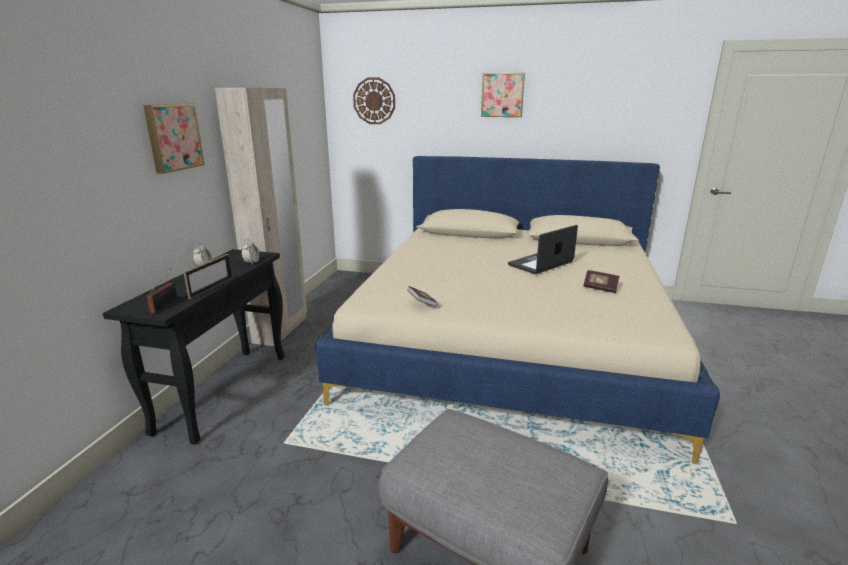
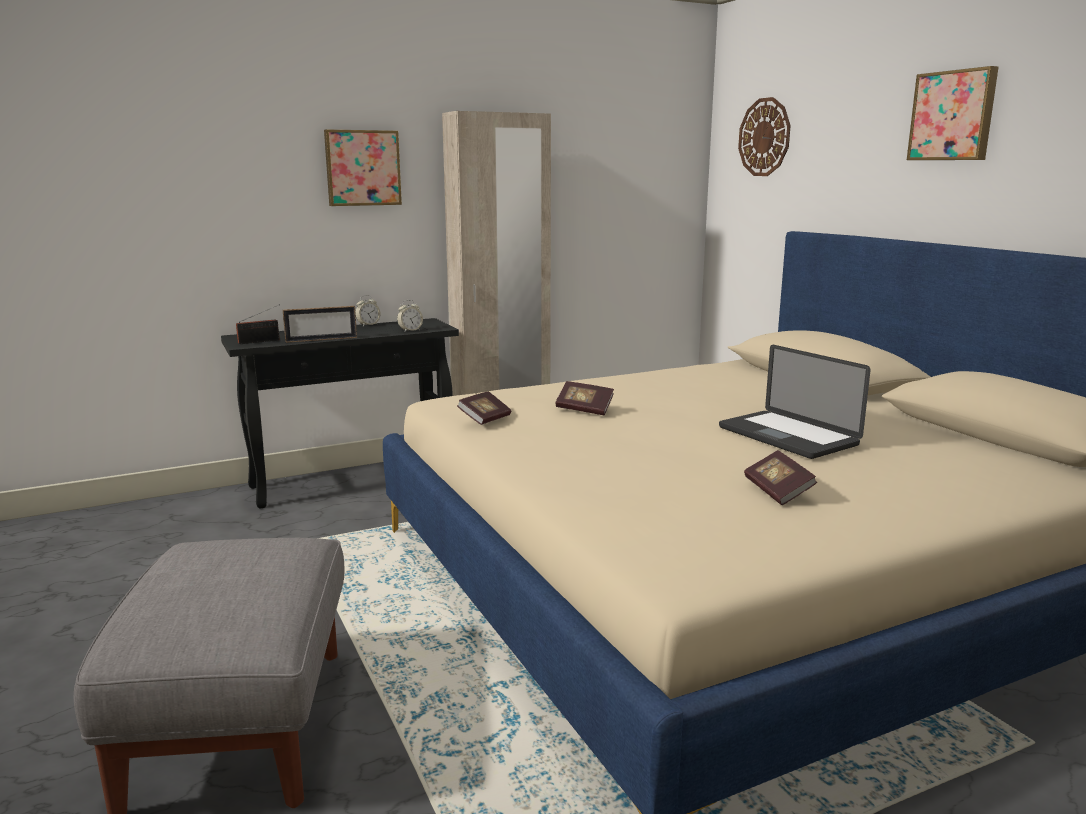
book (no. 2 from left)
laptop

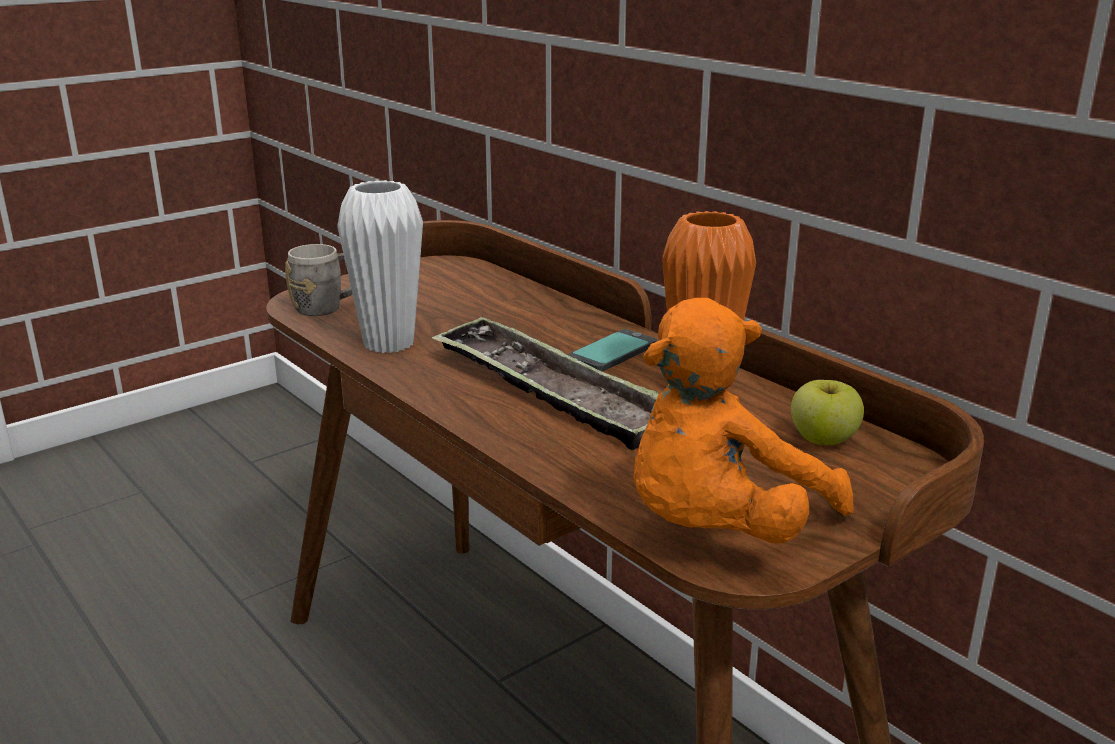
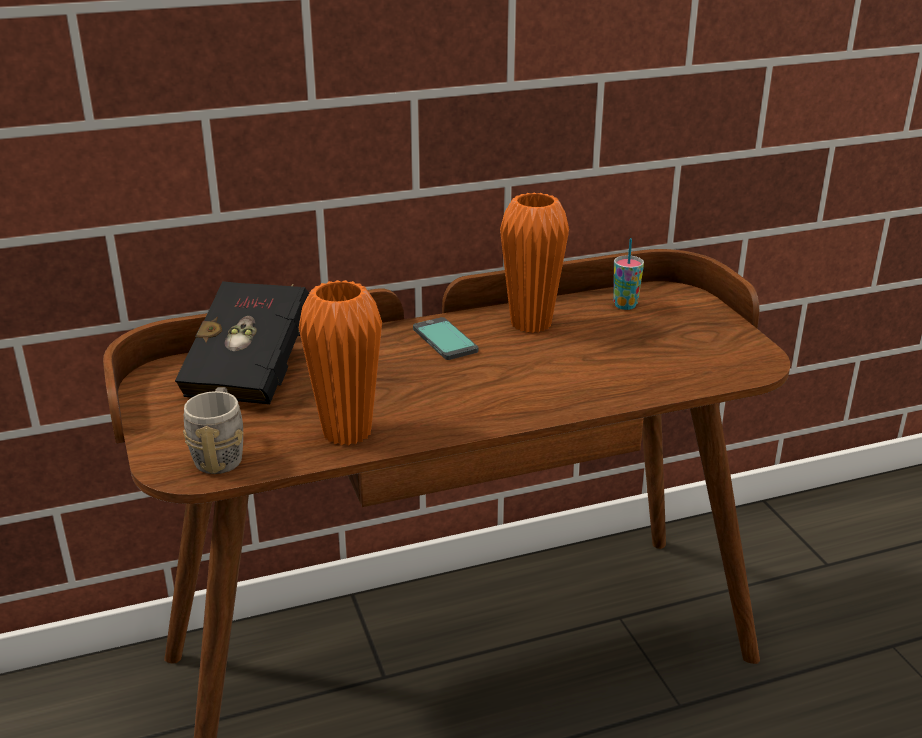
tray
orange plush toy
black book
cup
orange vase (no. 1 from left)

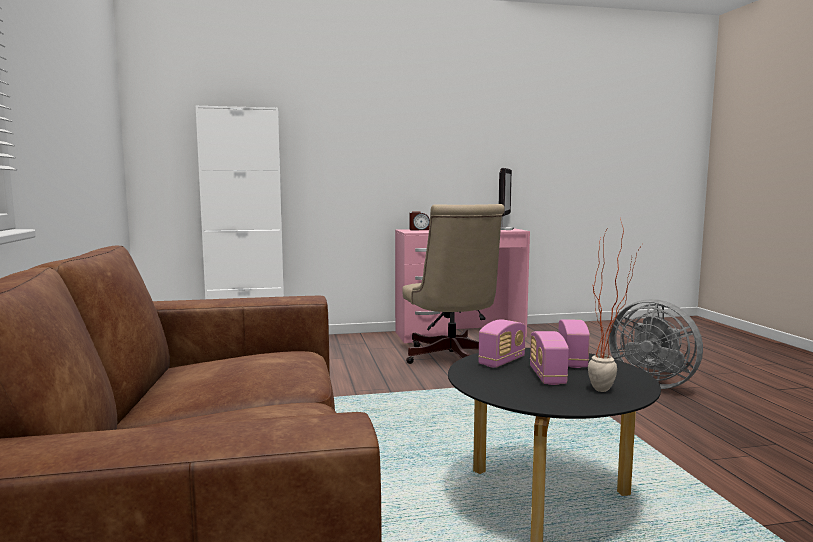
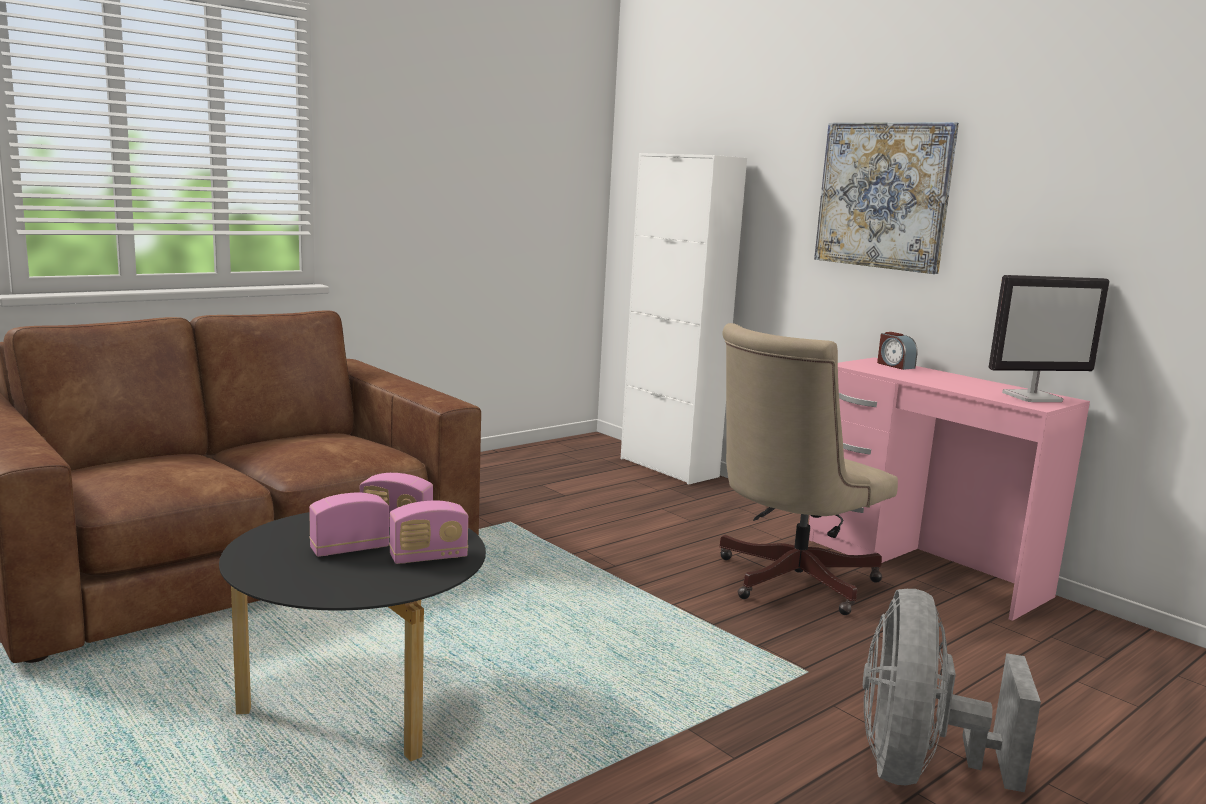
potted plant
picture

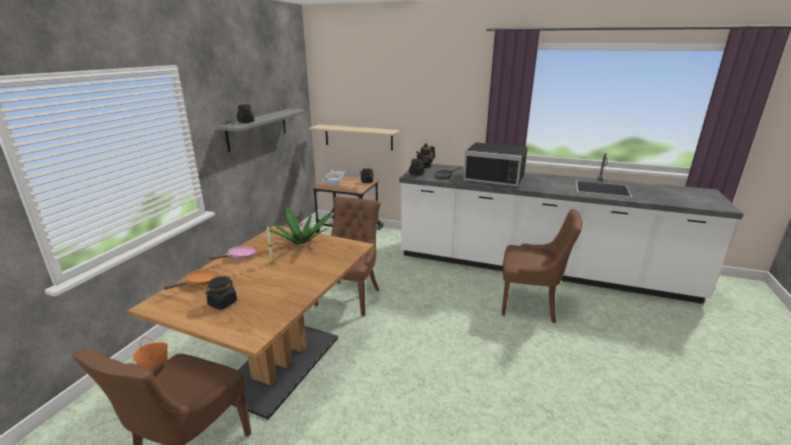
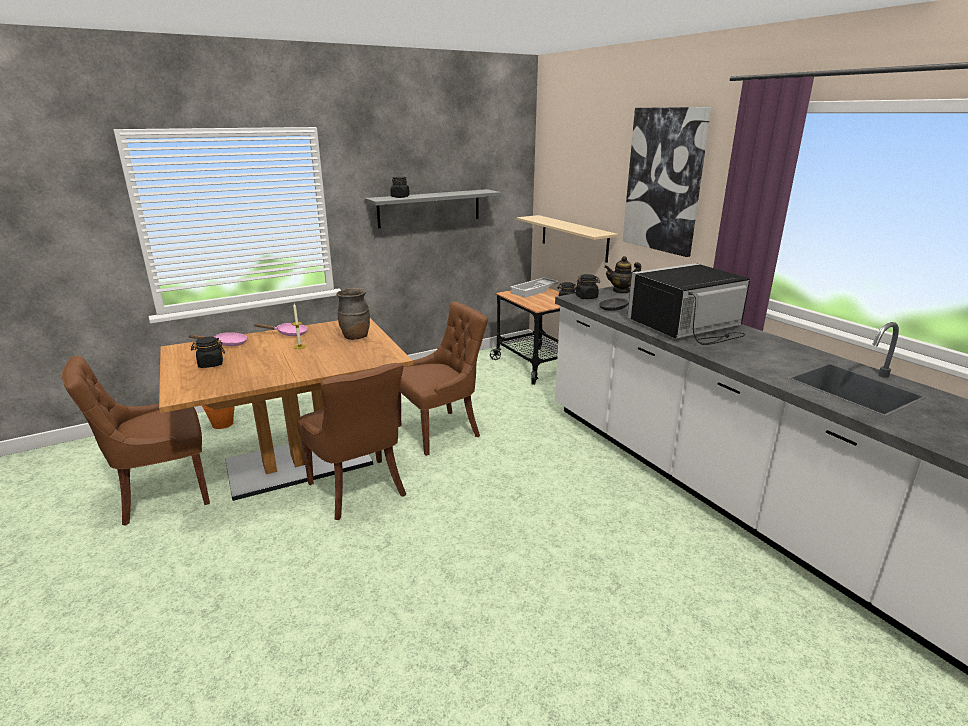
picture
brown chair (no. 2 from left)
brown vase
pink frying pan (no. 1 from left)
black microwave

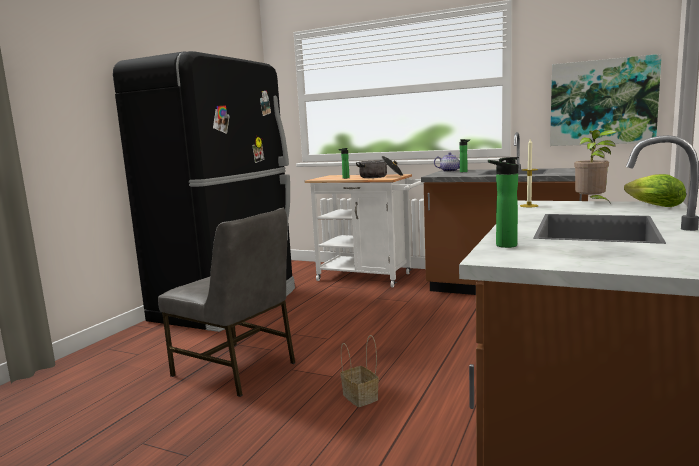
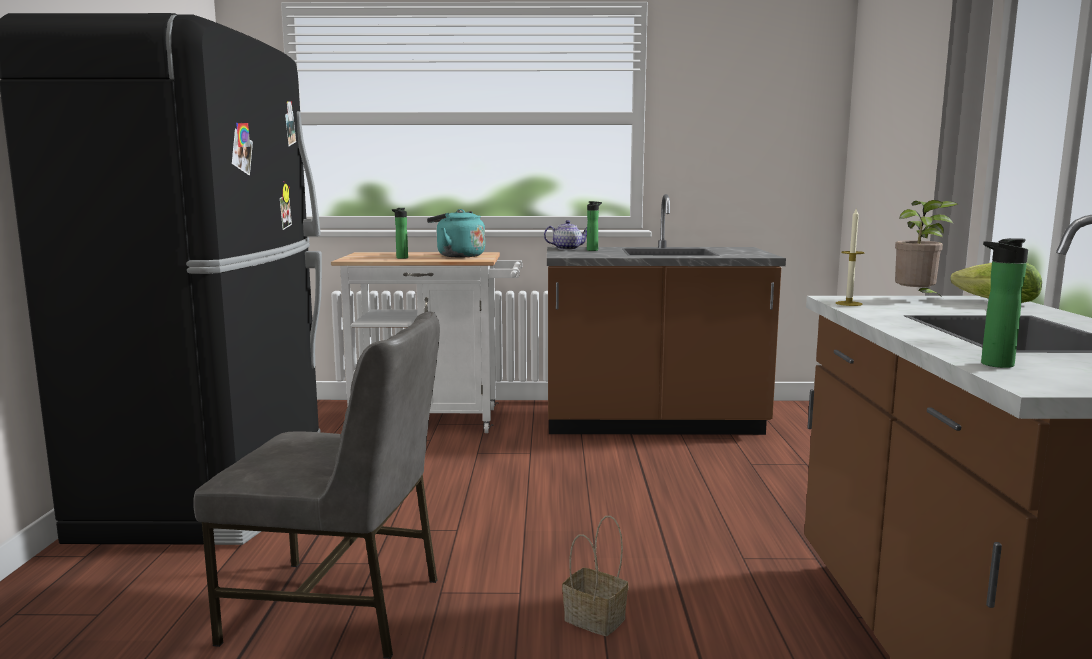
picture
turquoise kettle

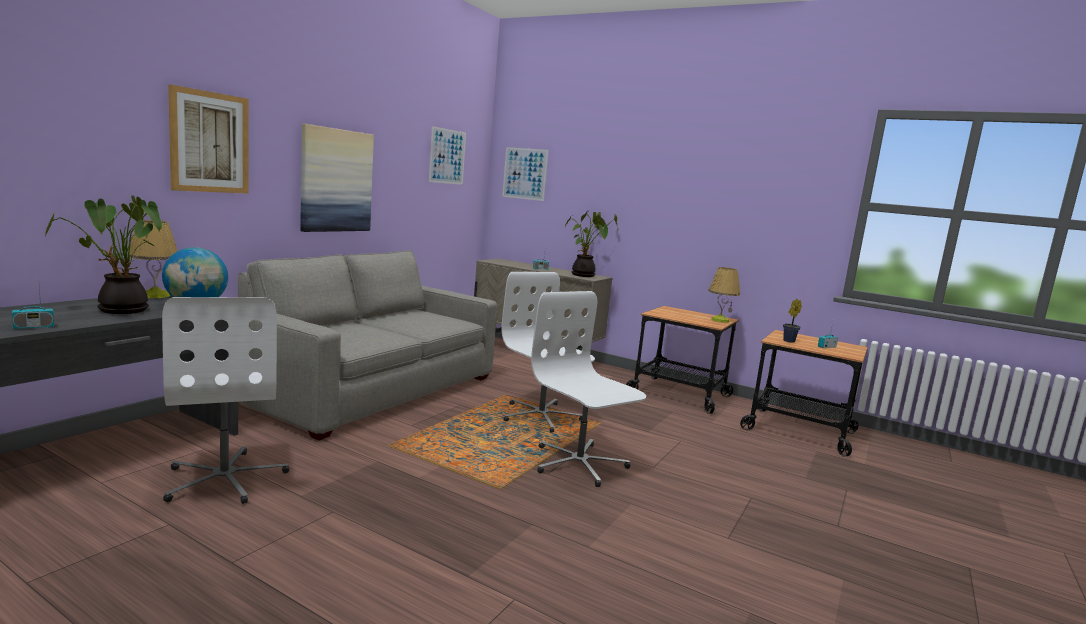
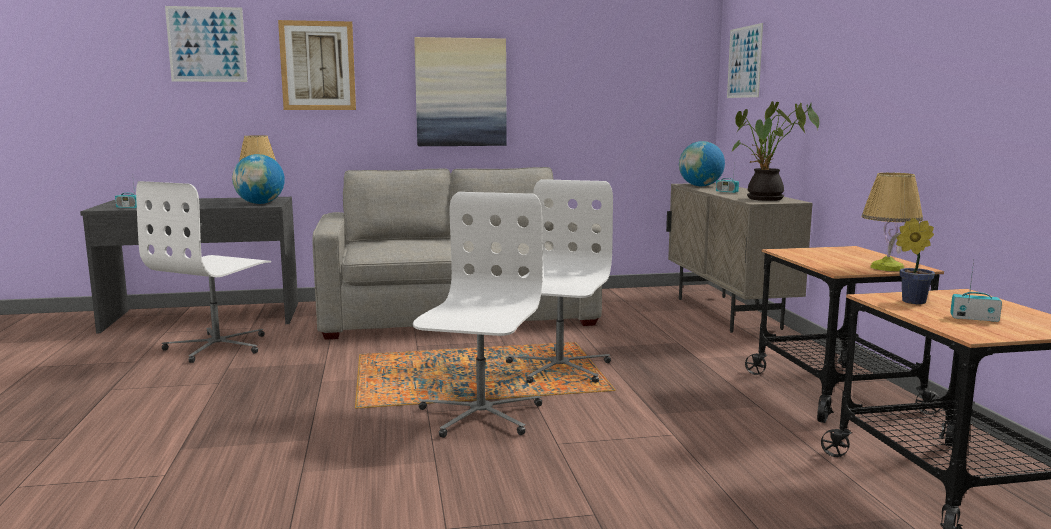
potted plant (no. 1 from left in the first image)
globe (no. 2 from left)
picture (no. 1 from left)

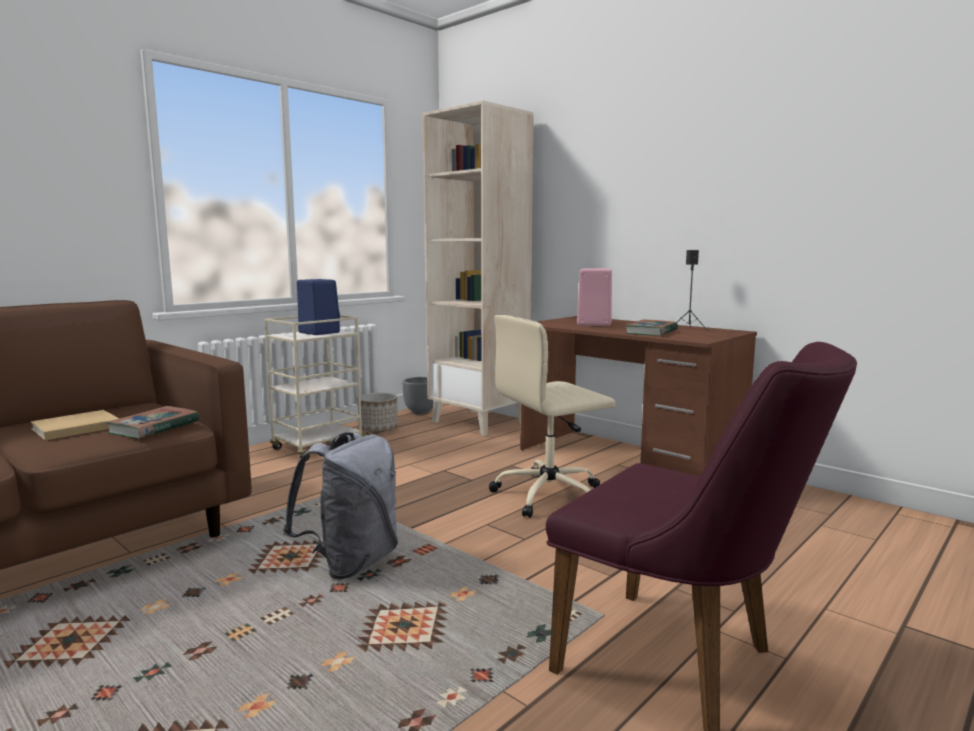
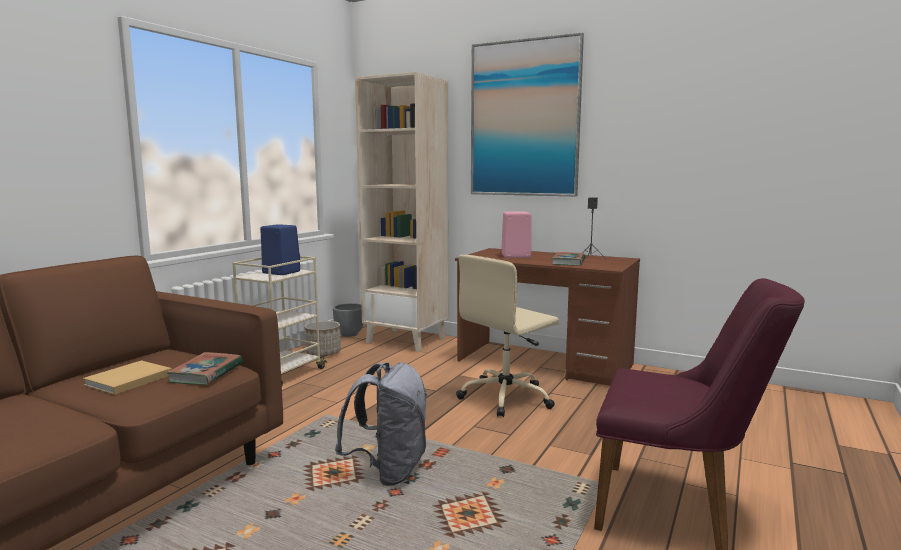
picture

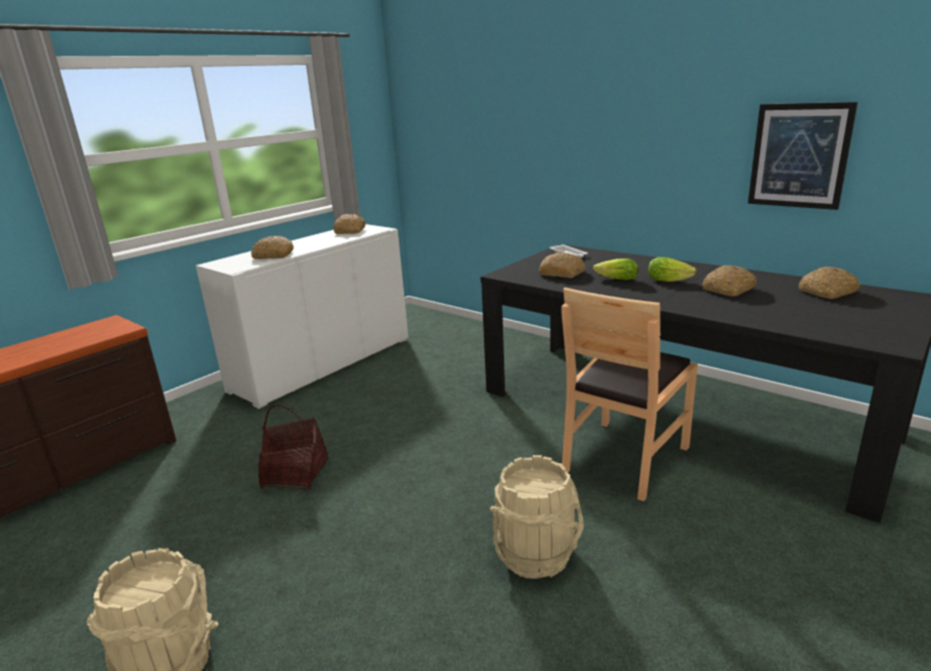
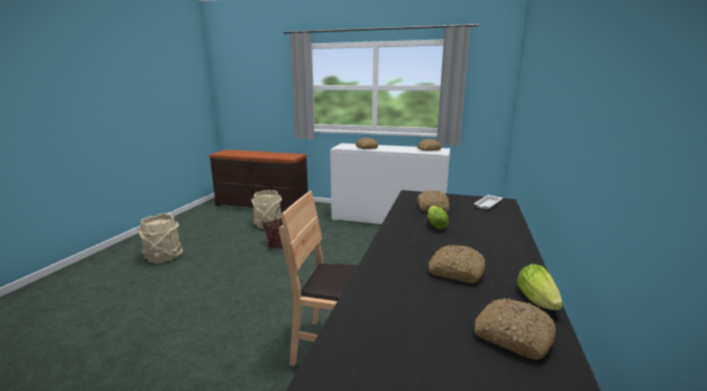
picture
beige bucket (no. 2 from left)
lettuce (no. 2 from left)

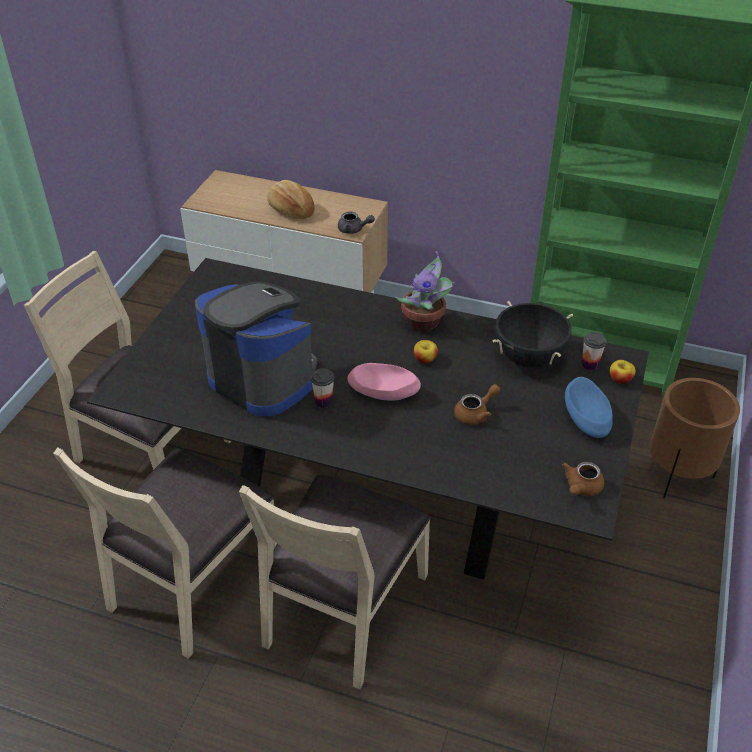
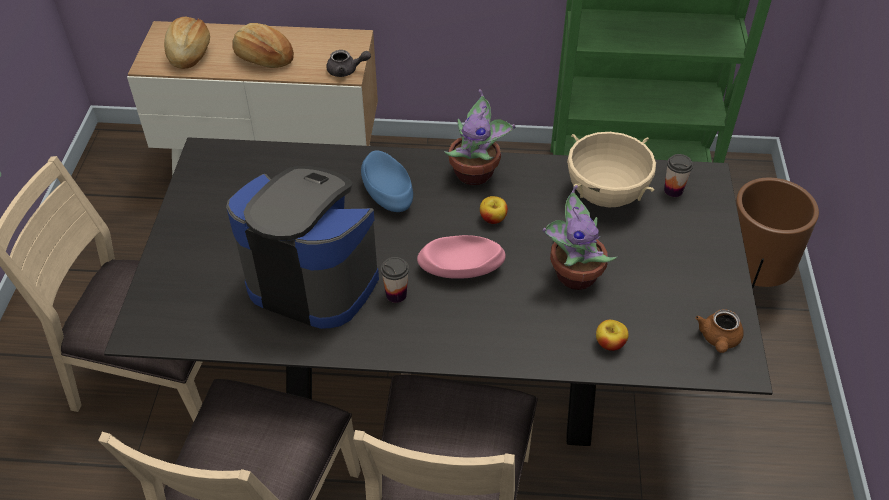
bread (no. 1 from left)
blue bowl
apple (no. 2 from left)
potted plant (no. 2 from left)
beige cooking pot

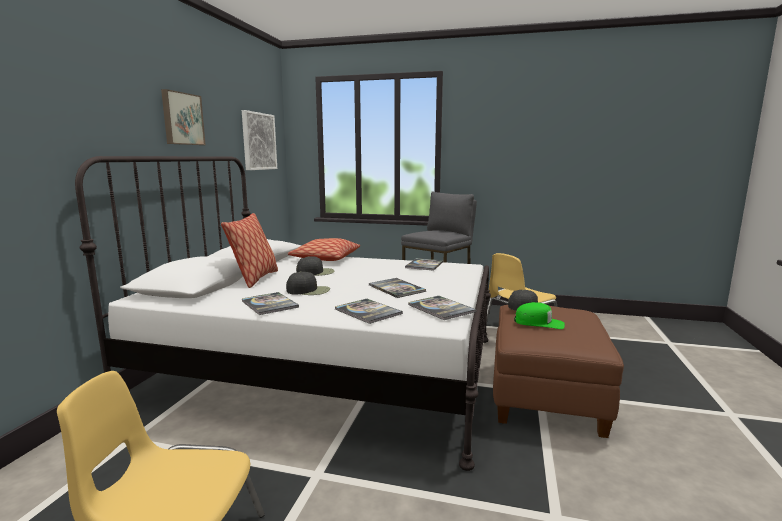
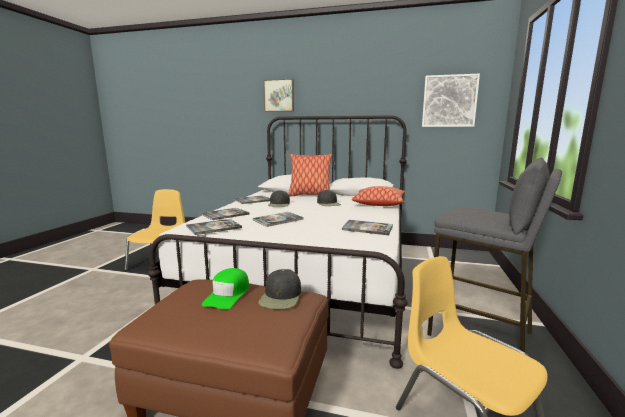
picture (no. 1 from left)

